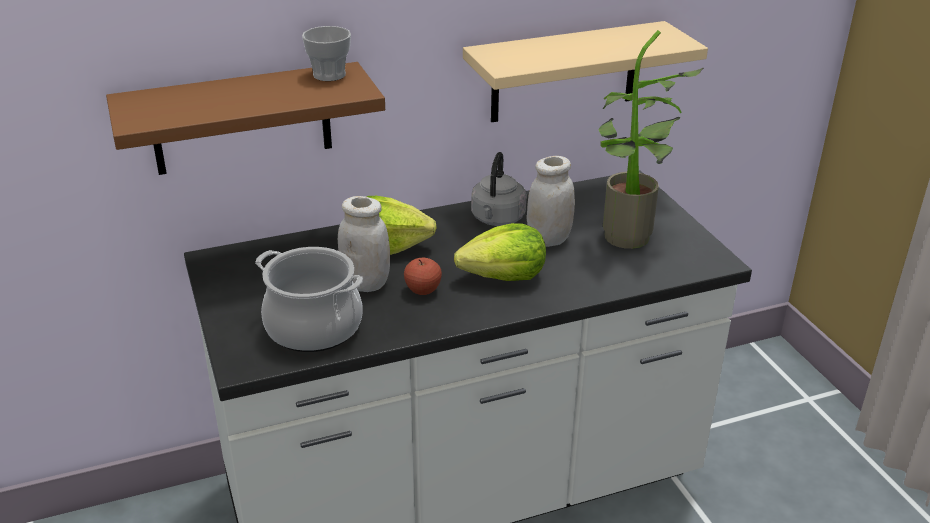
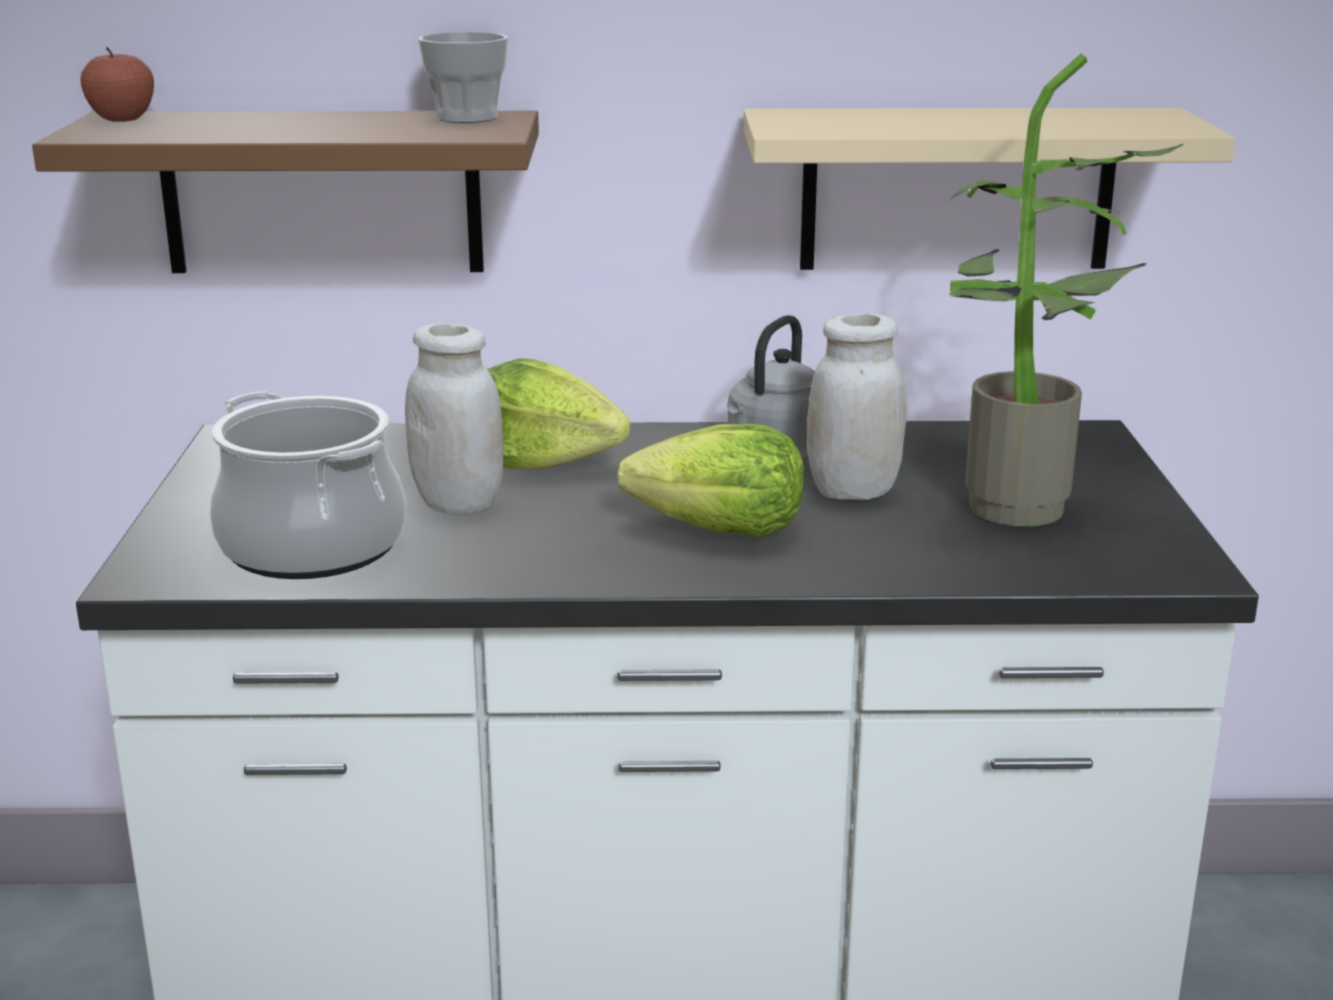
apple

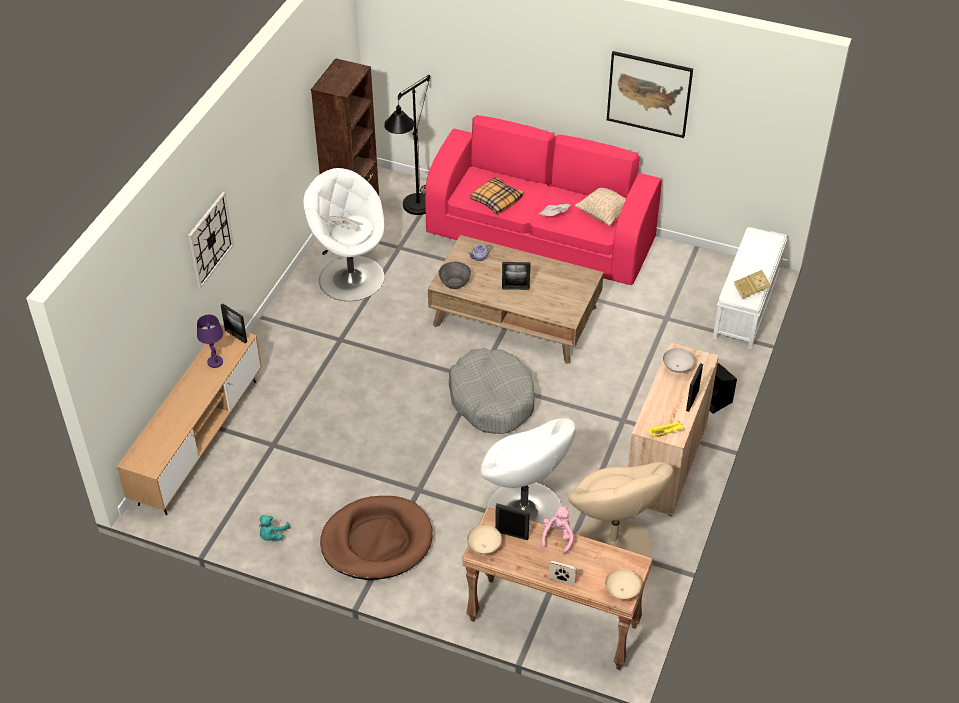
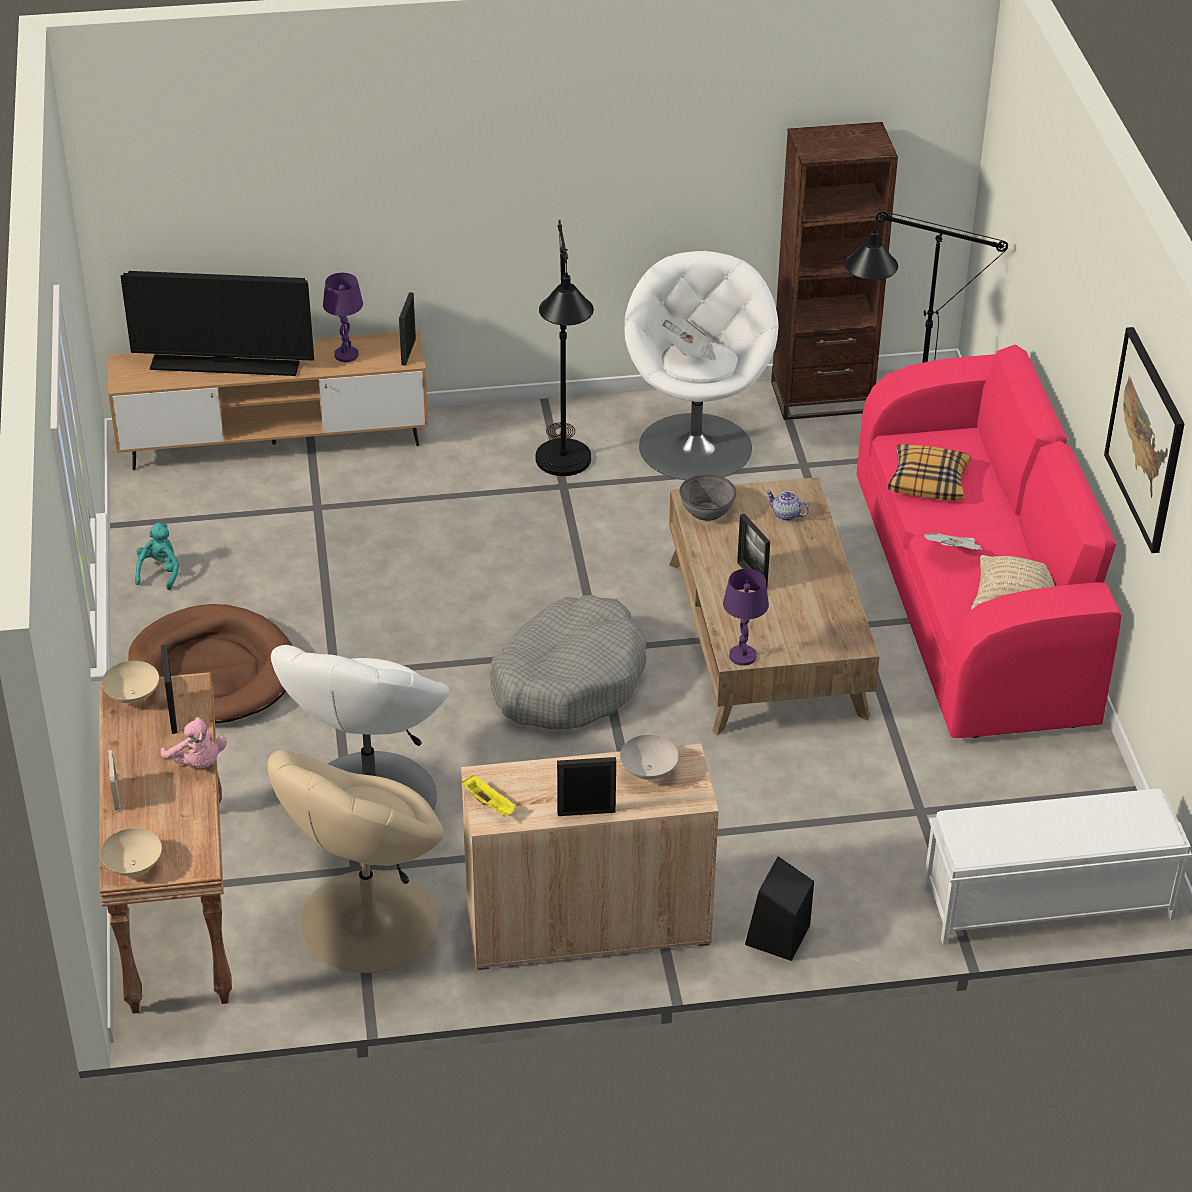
wall clock
book
television
black floor lamp (no. 1 from left)
purple table lamp (no. 2 from left)
turquoise plush toy
pink plush toy

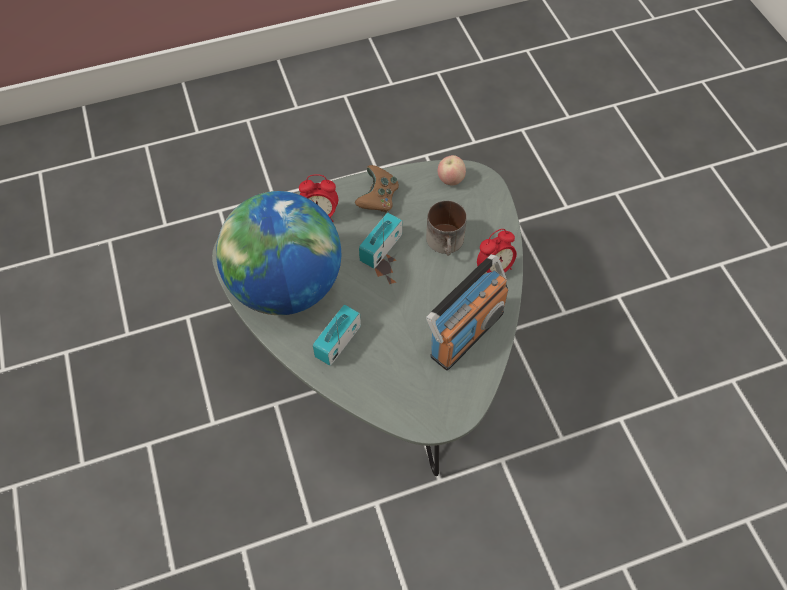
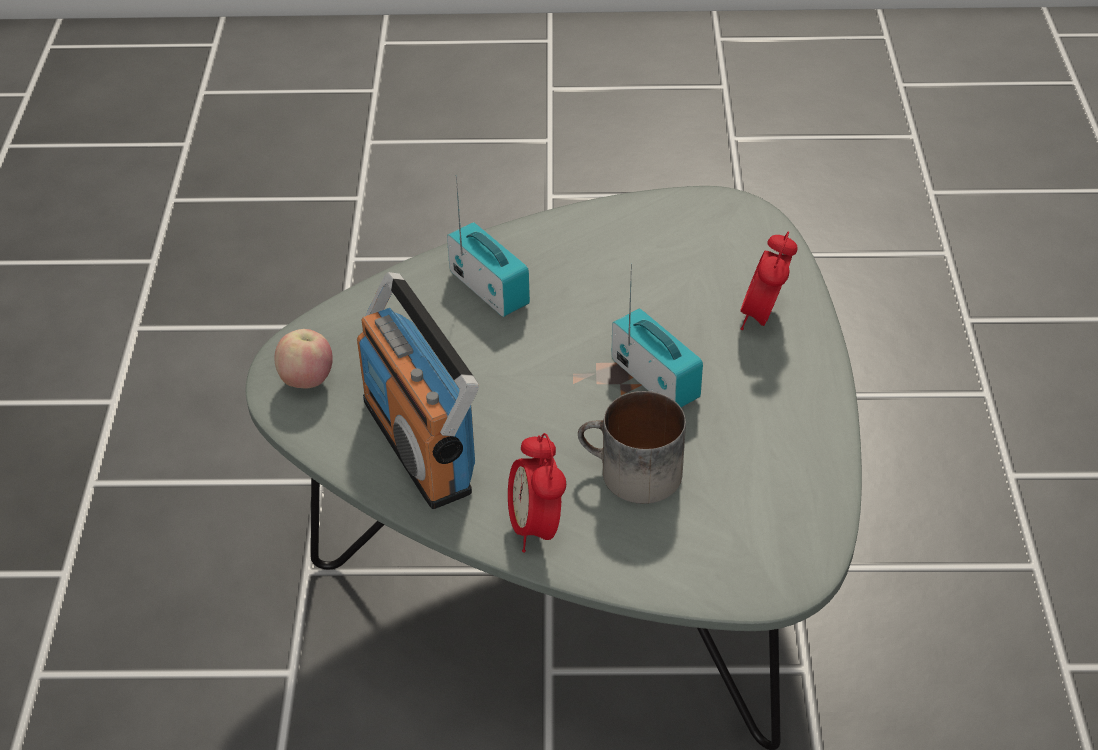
globe
brown game controller
apple

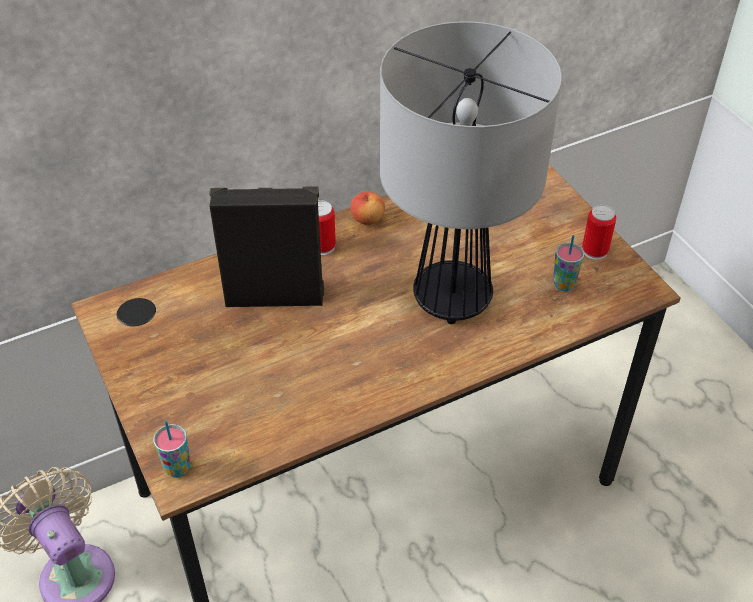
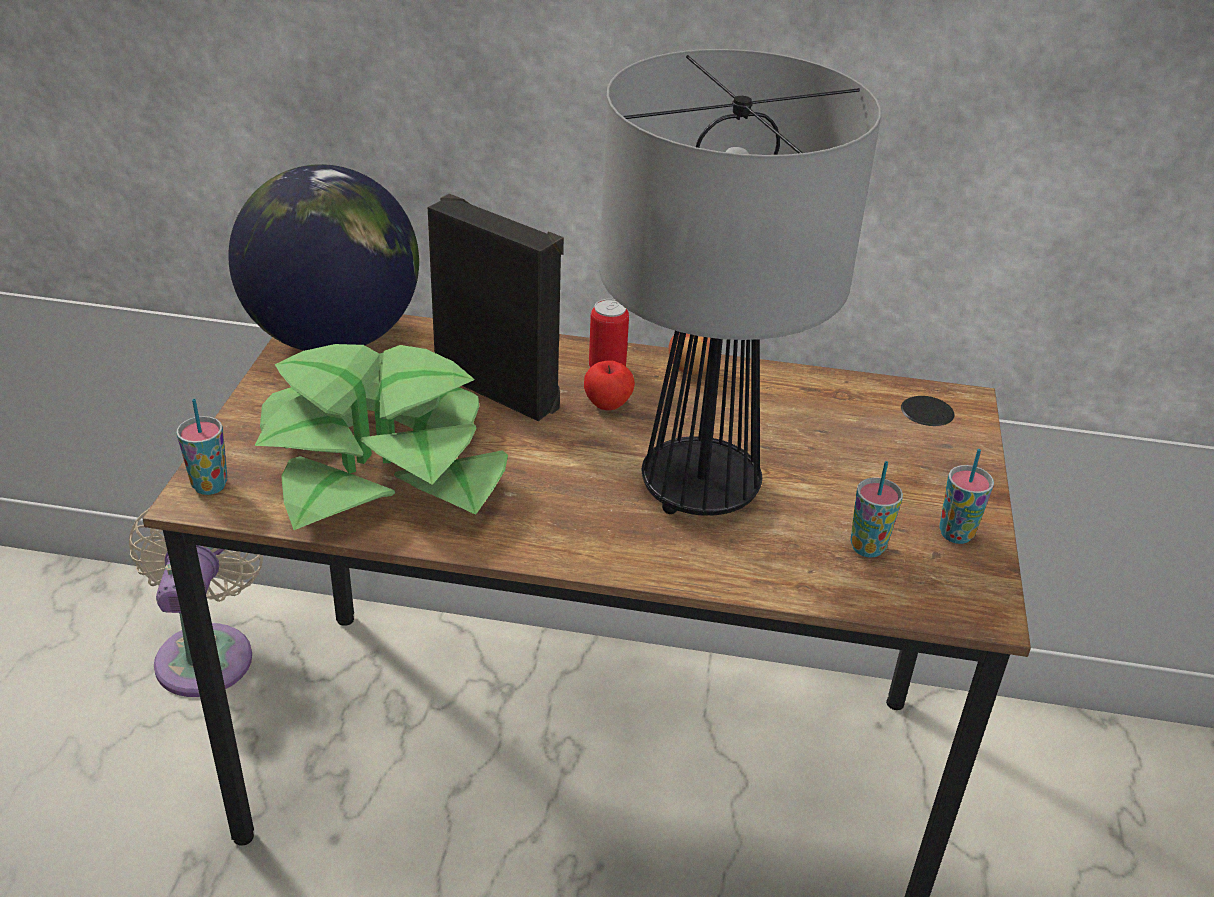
globe
potted plant
apple (no. 1 from left)
cup (no. 3 from left)

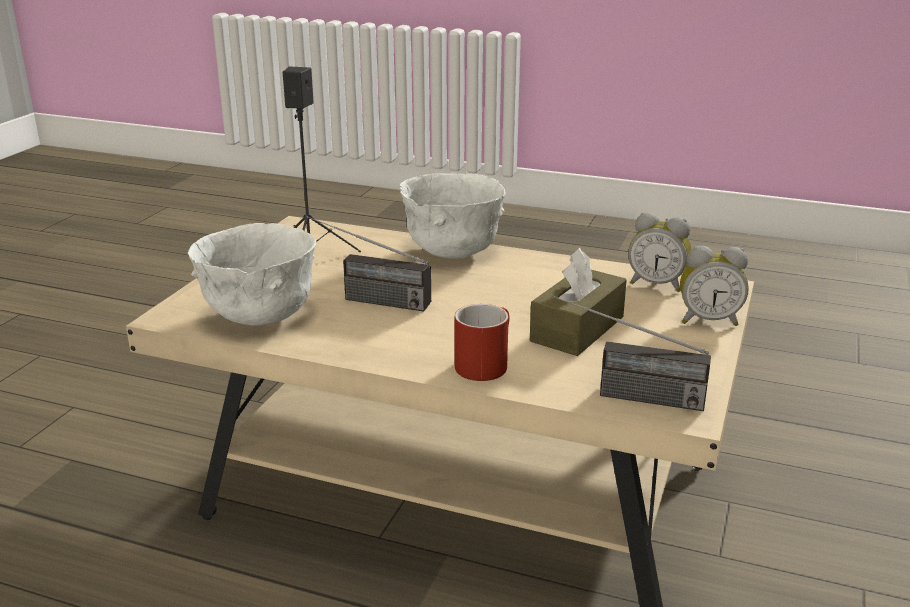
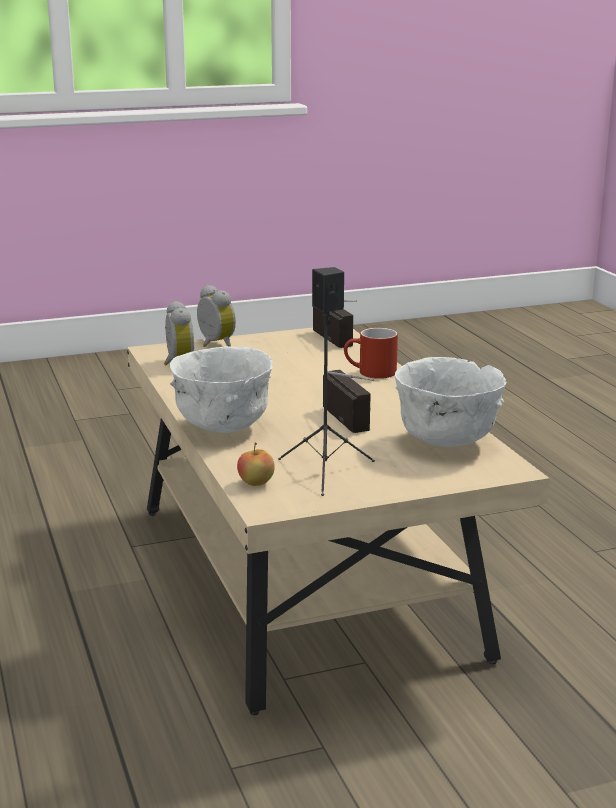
brown tissue box
apple

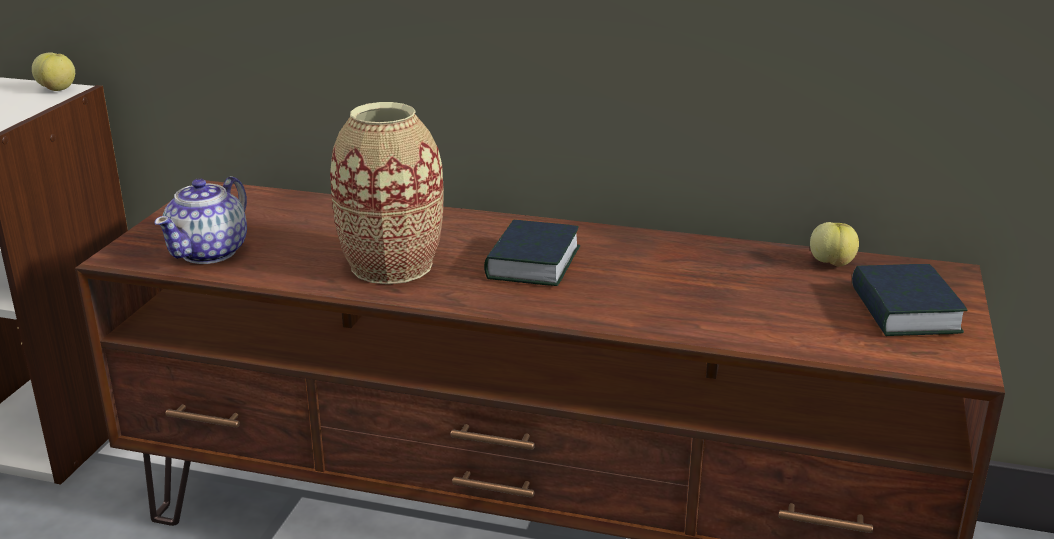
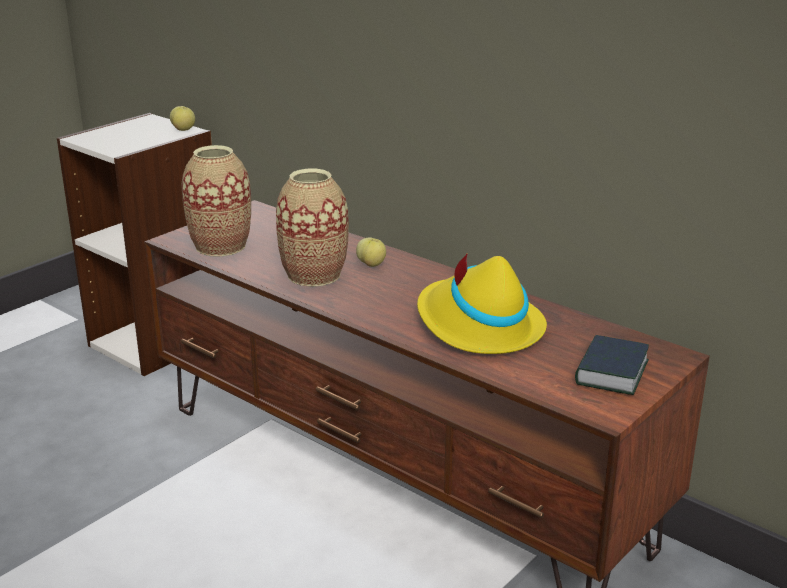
book (no. 1 from left in the first image)
yellow hat
apple (no. 2 from left)
vase (no. 1 from left)

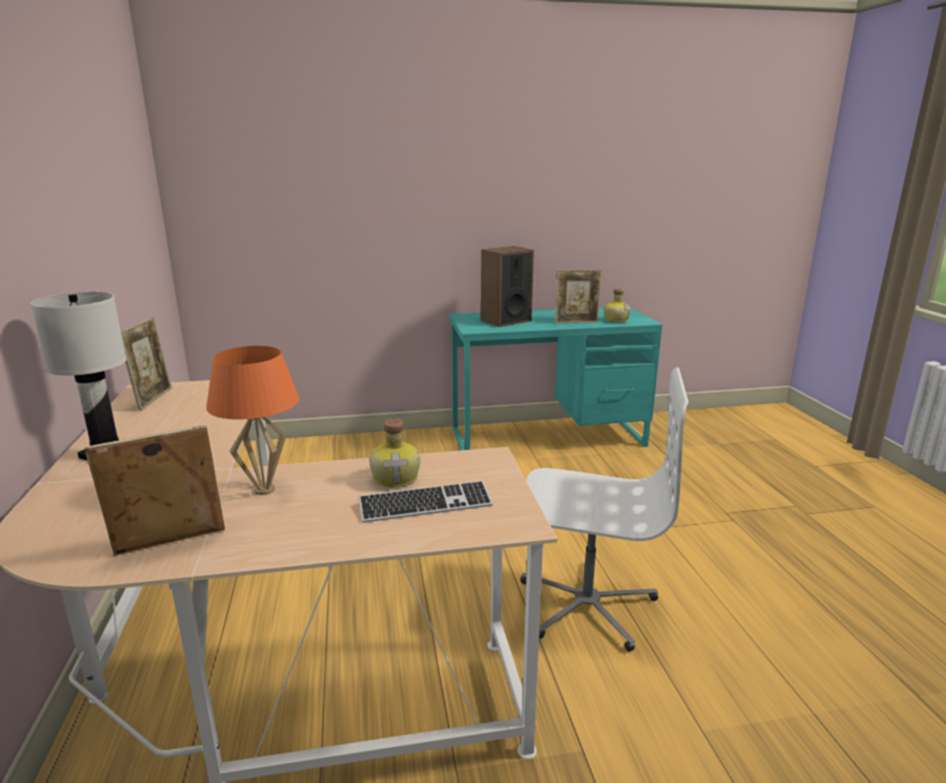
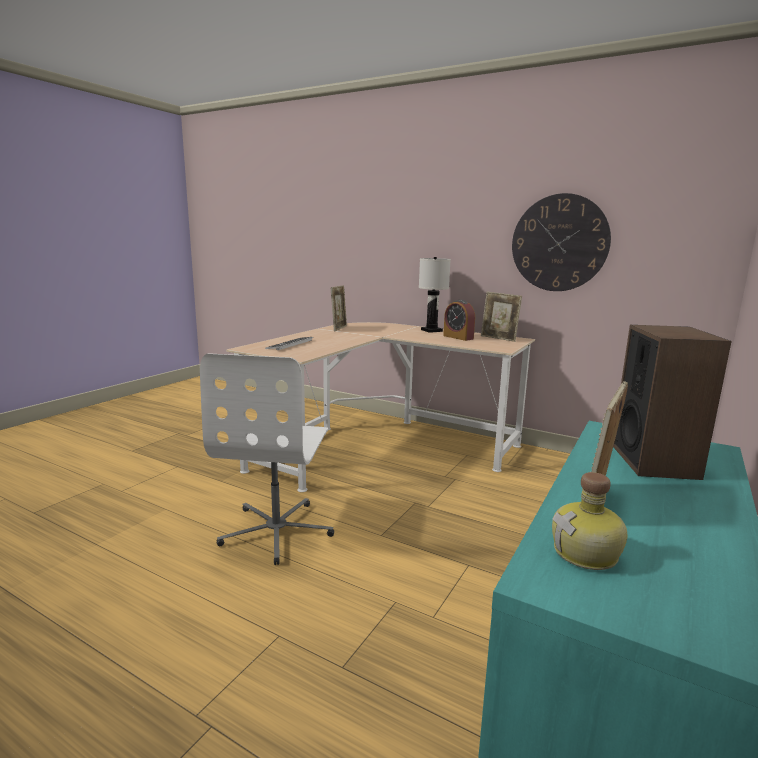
orange table lamp
bottle (no. 1 from left in the first image)
alarm clock
wall clock
white office chair

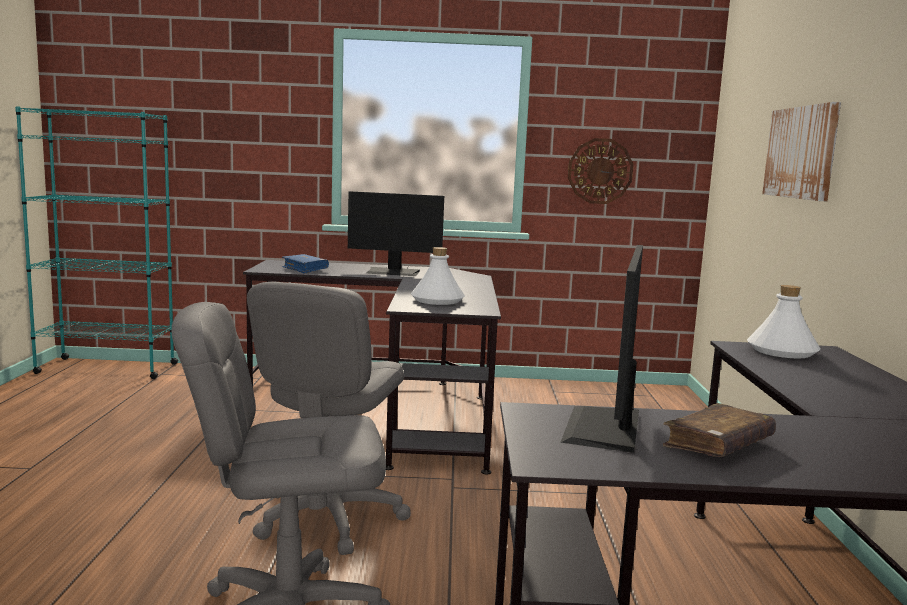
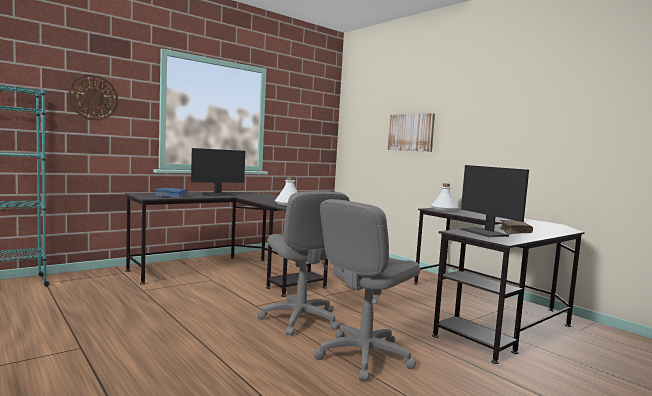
wall clock

